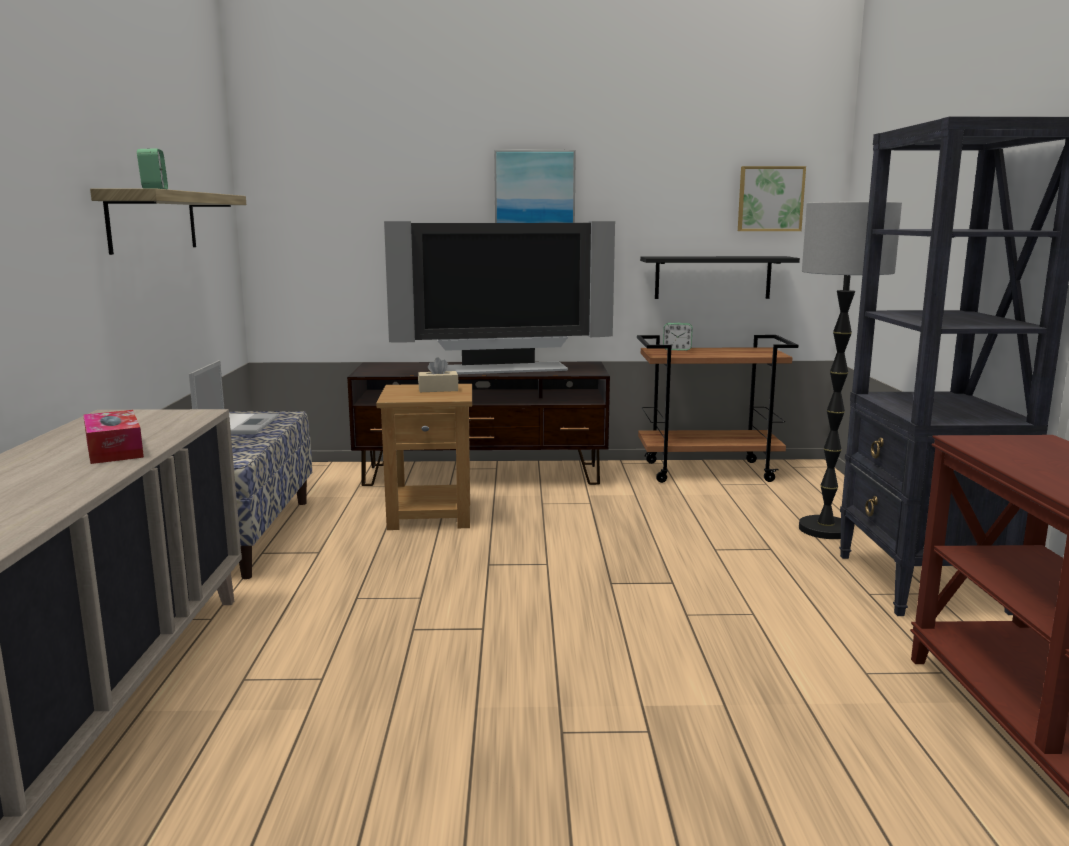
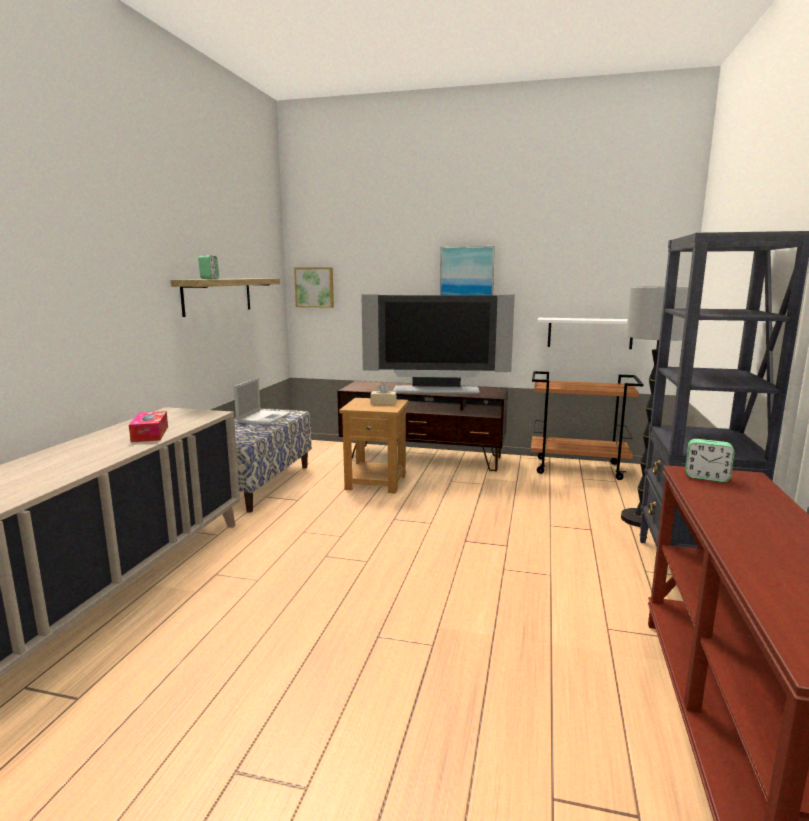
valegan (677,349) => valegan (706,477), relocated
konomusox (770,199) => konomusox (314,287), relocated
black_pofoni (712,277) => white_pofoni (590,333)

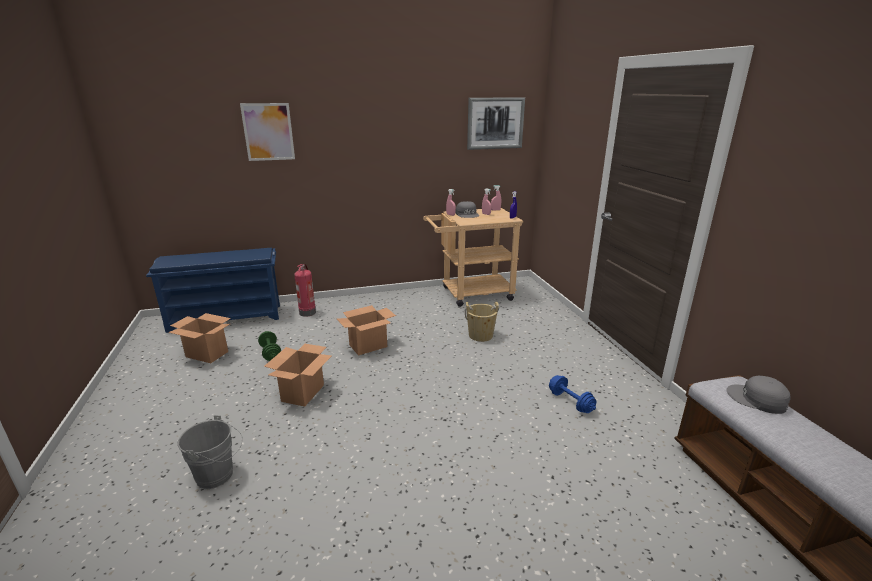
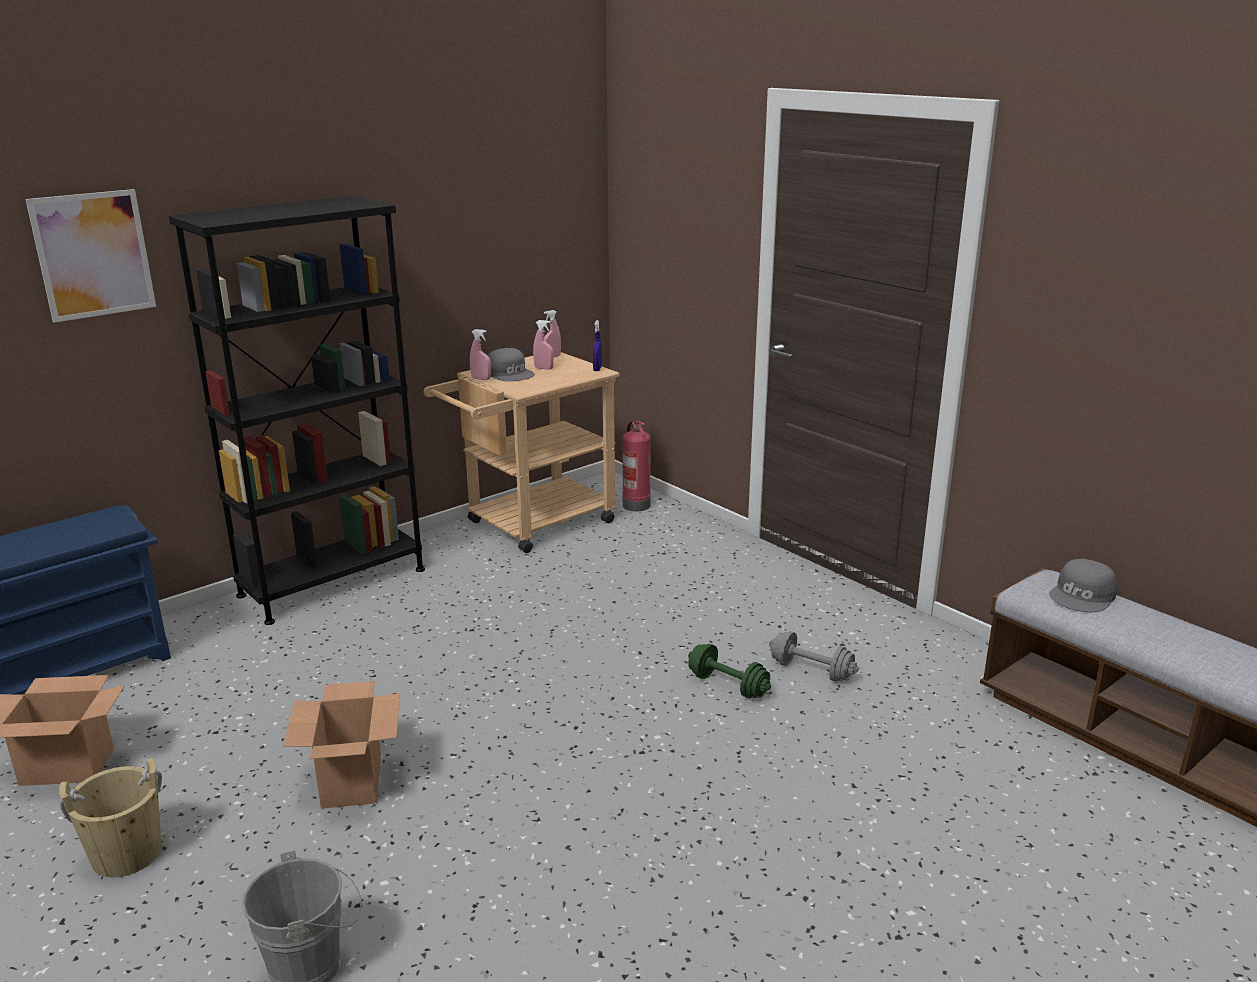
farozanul (368,346) => nothing
konomusox (495,123) => nothing
nothing => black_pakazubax (333,582)
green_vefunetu (270,353) => green_vefunetu (728,685), relocated
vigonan (307,312) => vigonan (635,505), relocated
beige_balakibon (480,335) => beige_balakibon (127,854), relocated
blue_vefunetu (570,402) => grey_vefunetu (811,671)
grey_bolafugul (757,399) => grey_bolafugul (1083,595), 60 degrees counterclockwise

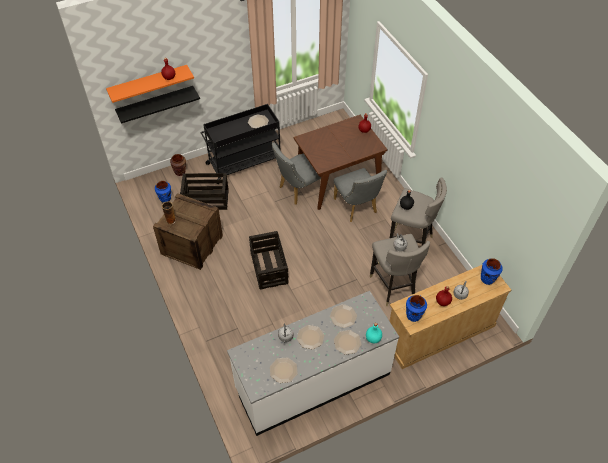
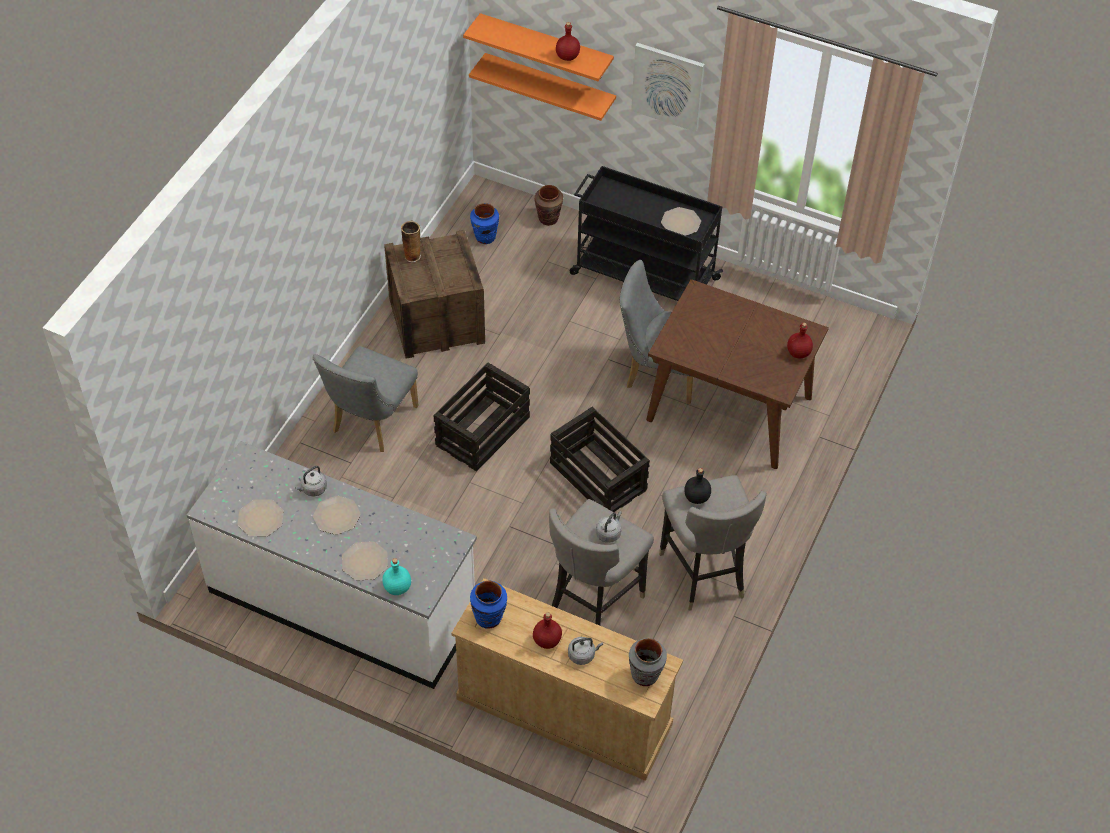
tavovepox (343,316) => nothing
nothing => konomusox (668,86)
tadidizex (206,200) => tadidizex (599,477), relocated
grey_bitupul (357,208) => grey_bitupul (371,423), relocated
black_pofoni (156,104) => orange_pofoni (549,86)
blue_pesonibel (487,279) => grey_pesonibel (645,675)

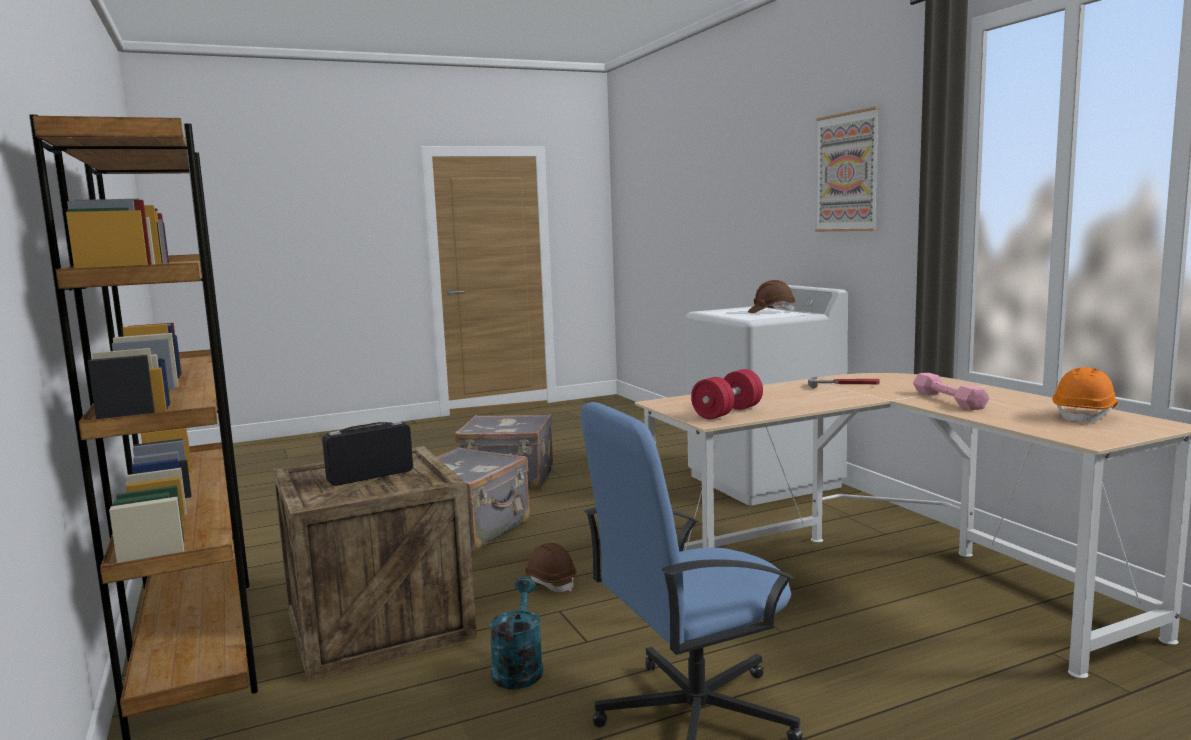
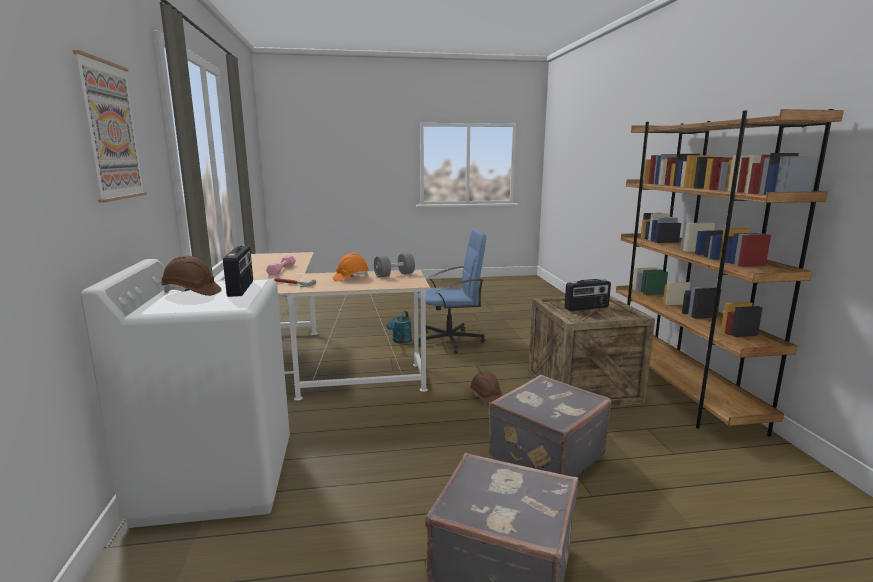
nothing => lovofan (241,288)
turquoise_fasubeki (518,667) => turquoise_fasubeki (400,341), relocated
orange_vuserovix (1084,416) => orange_vuserovix (351,278), relocated
red_vefunetu (727,412) => grey_vefunetu (394,275)

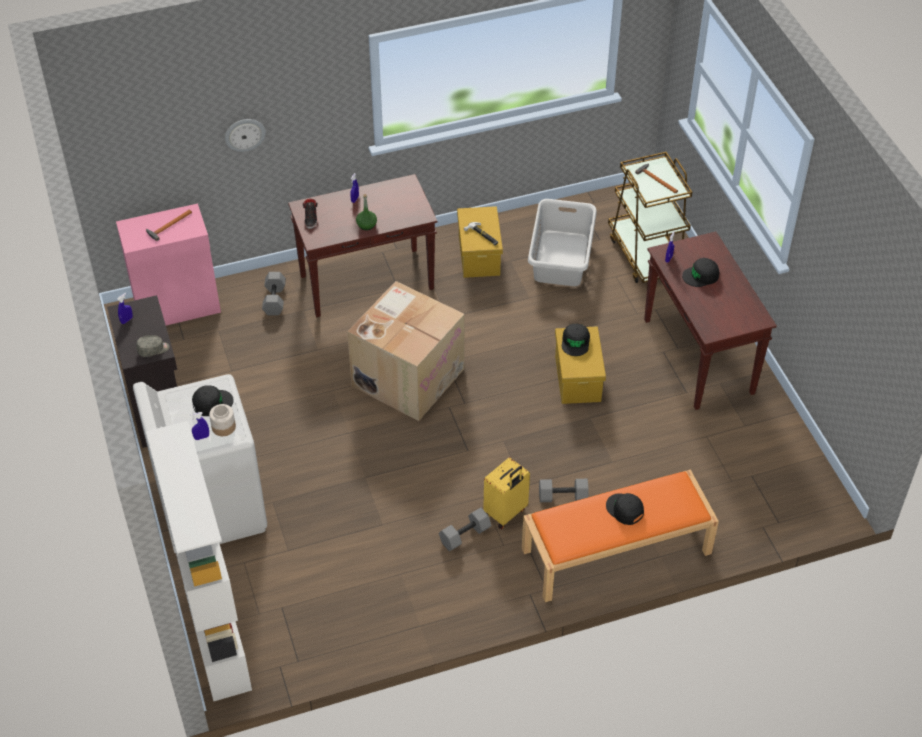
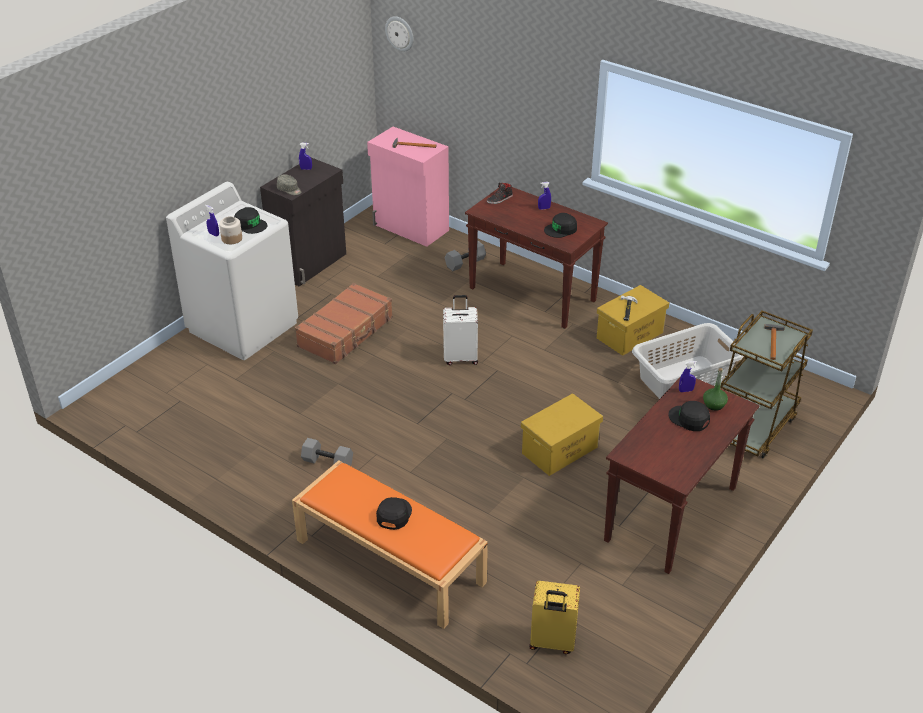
white_pakazubax (216,637) => nothing
grey_vefunetu (562,497) => nothing
nothing => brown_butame (346,332)
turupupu (244,134) => turupupu (400,33), relocated
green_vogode (366,225) => green_vogode (714,404), relocated
yellow_butame (506,513) => yellow_butame (552,642), relocated
black_bolafugul (575,342) => black_bolafugul (561,229), relocated
farozanul (407,376) => white_butame (461,357)

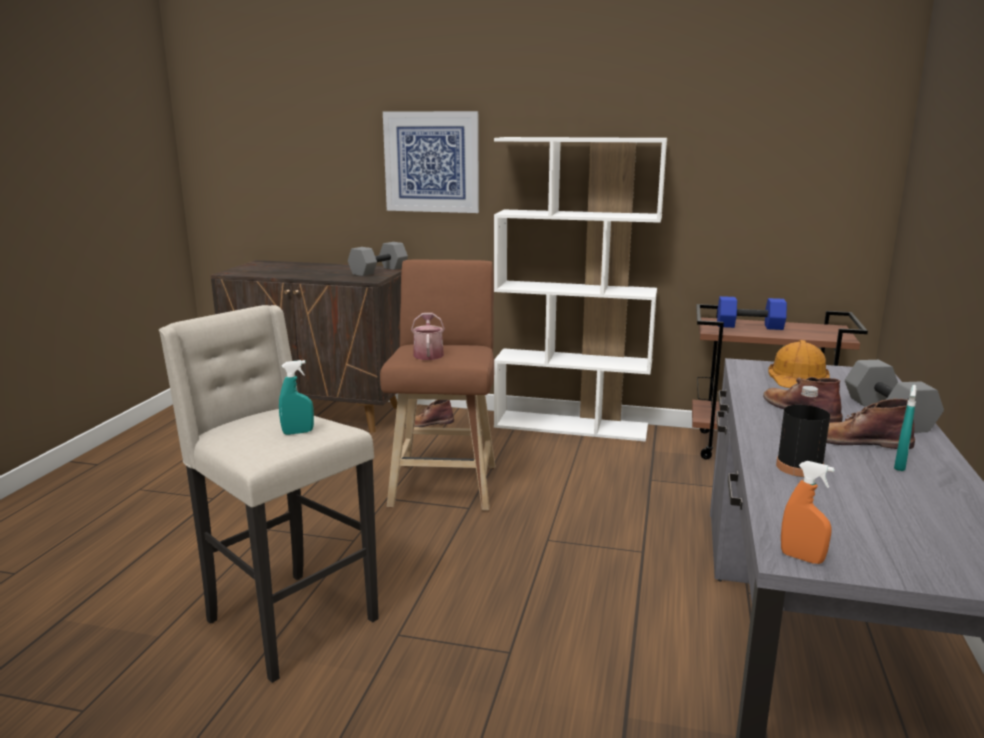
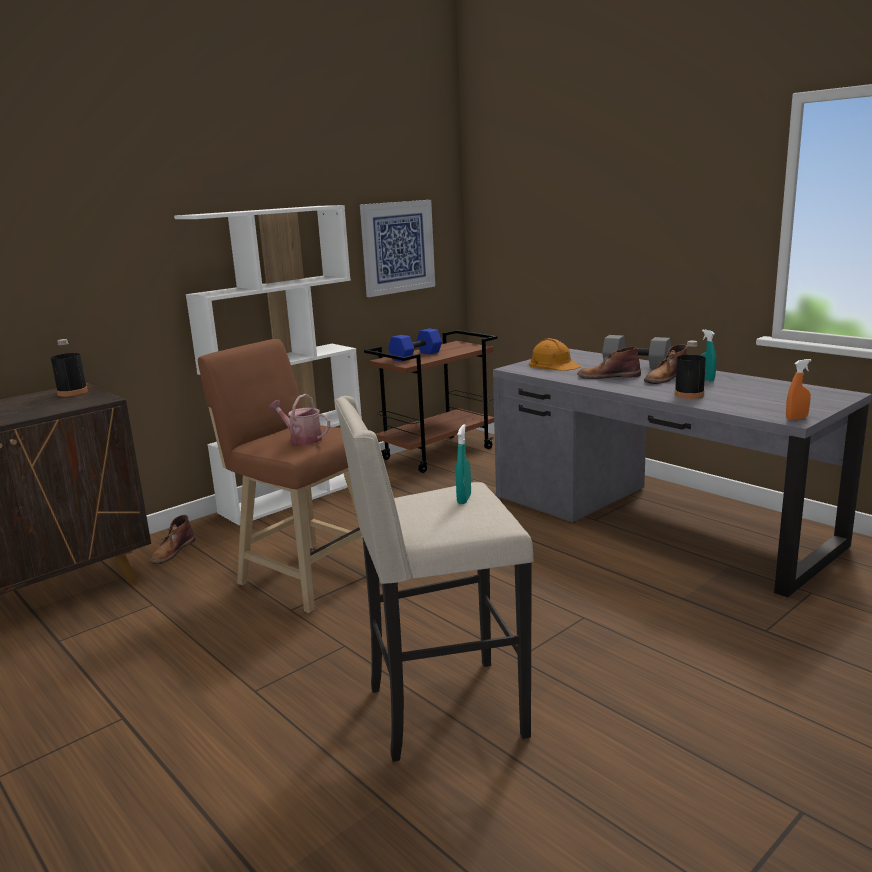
konomusox (431,162) => konomusox (398,247), relocated
grey_vefunetu (378,271) => black_vogode (72,392)

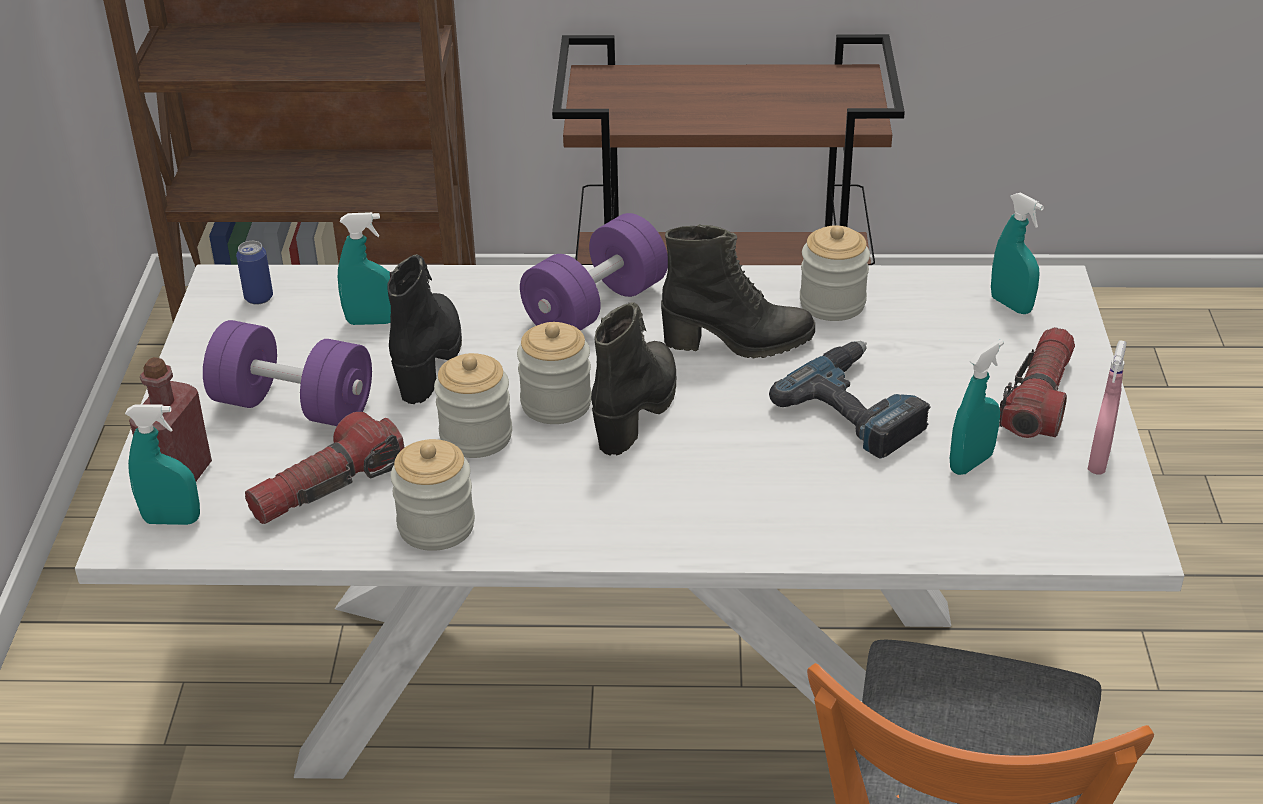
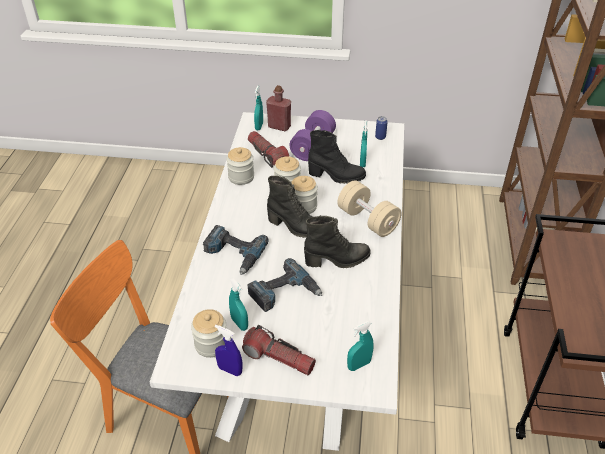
nothing => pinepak (233,254)
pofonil (832,303) => pofonil (211,344), relocated
purple_vefunetu (595,307) => beige_vefunetu (367,220)
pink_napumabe (1098,460) => blue_napumabe (230,370)
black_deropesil (738,343) => black_deropesil (337,260), 105 degrees counterclockwise

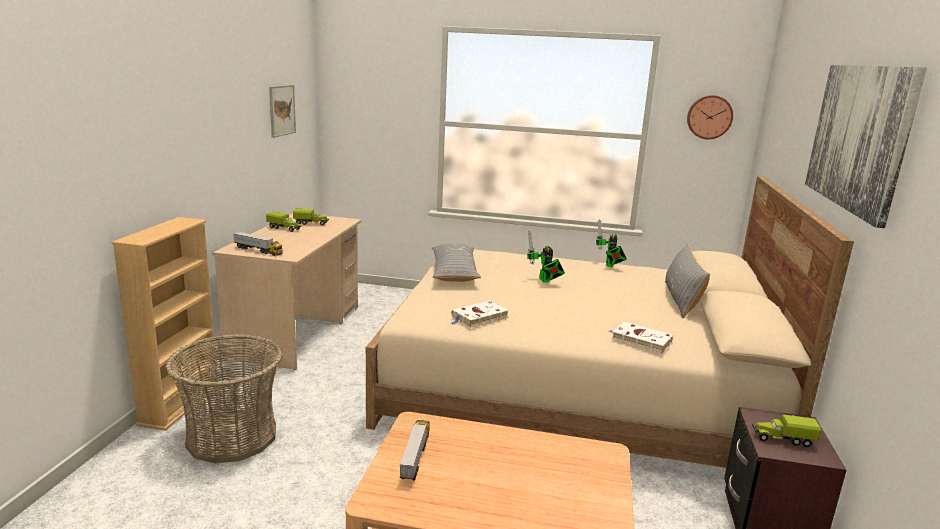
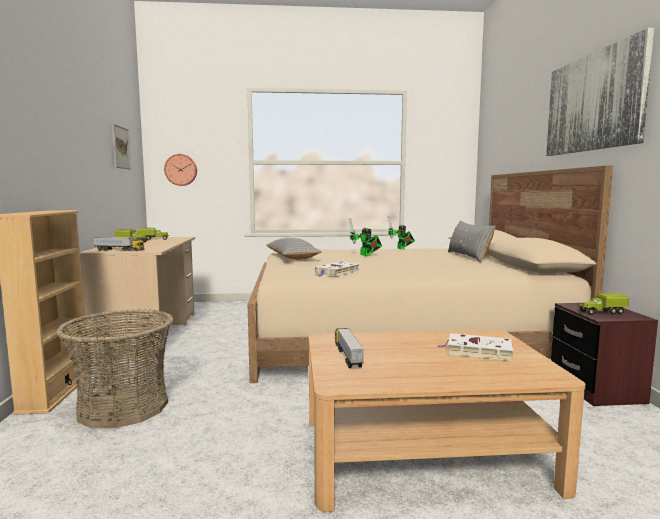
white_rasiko (639,340) => white_rasiko (477,351), relocated
turupupu (709,117) => turupupu (181,170), relocated

